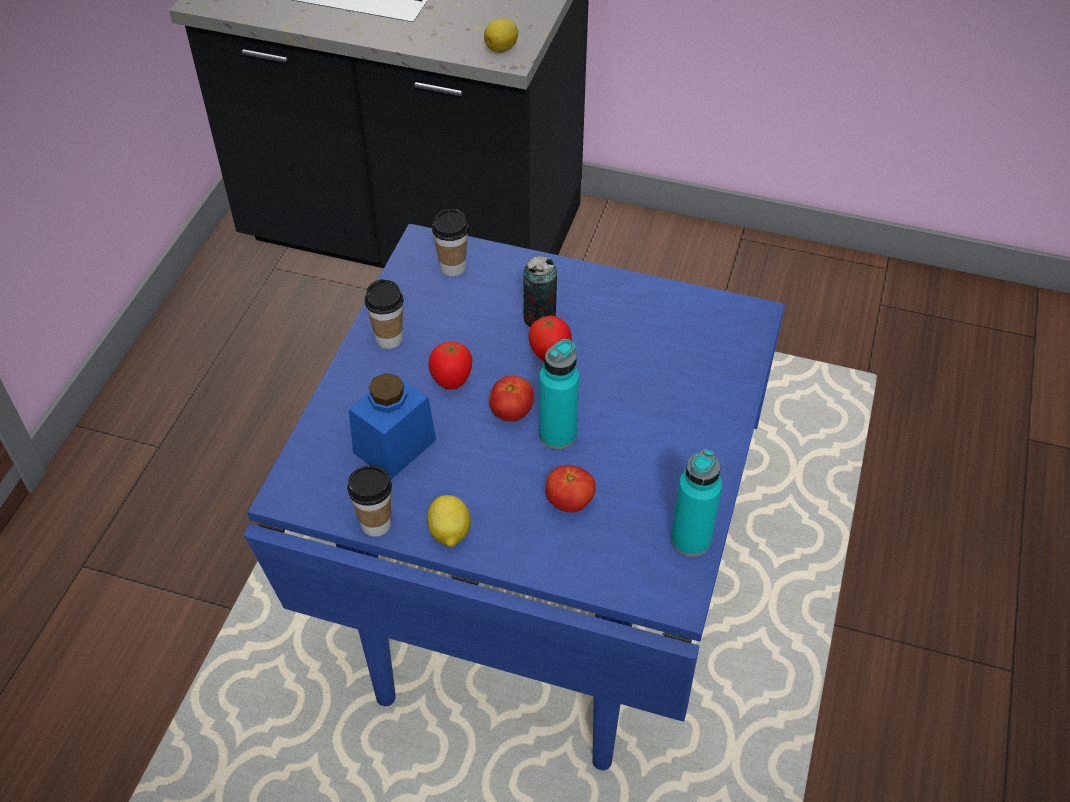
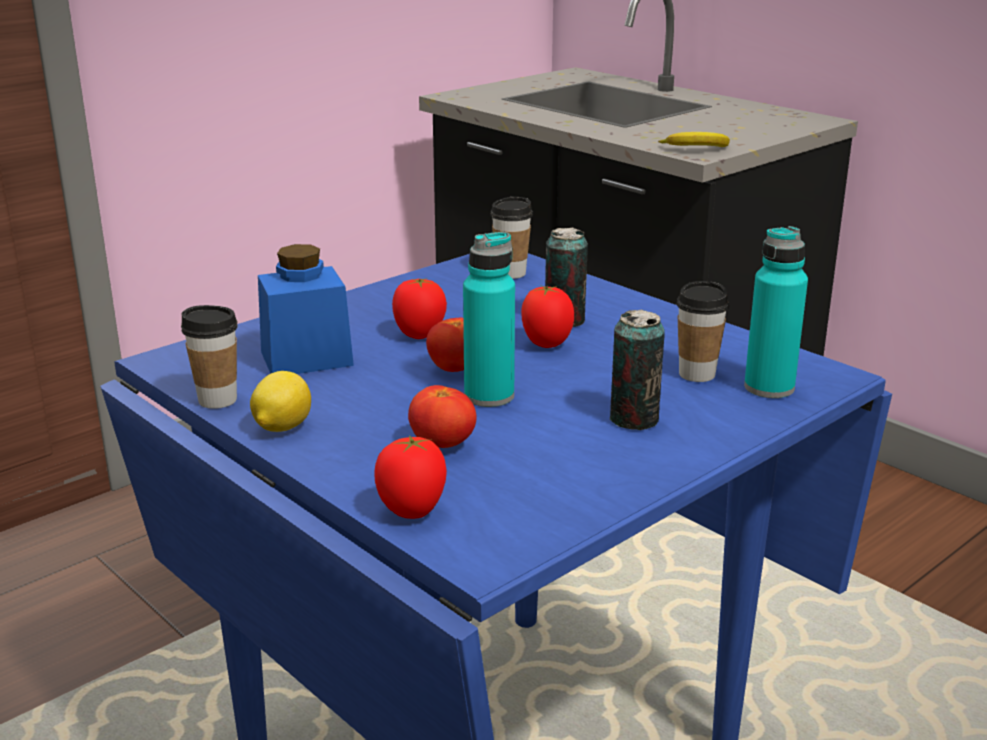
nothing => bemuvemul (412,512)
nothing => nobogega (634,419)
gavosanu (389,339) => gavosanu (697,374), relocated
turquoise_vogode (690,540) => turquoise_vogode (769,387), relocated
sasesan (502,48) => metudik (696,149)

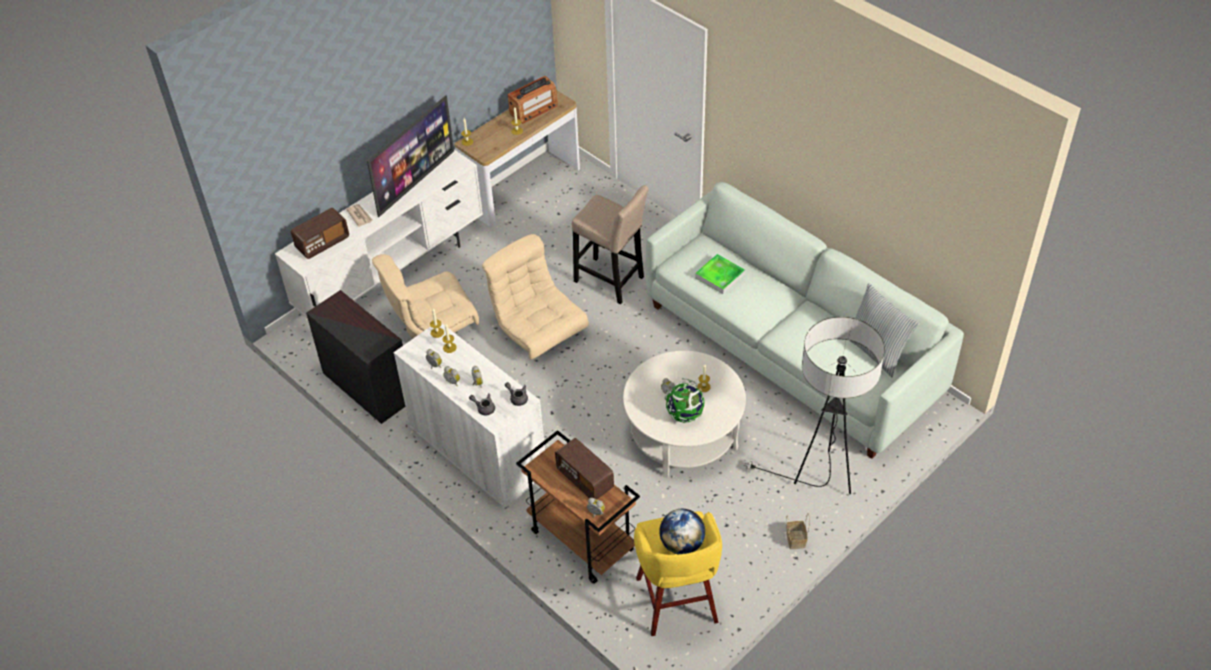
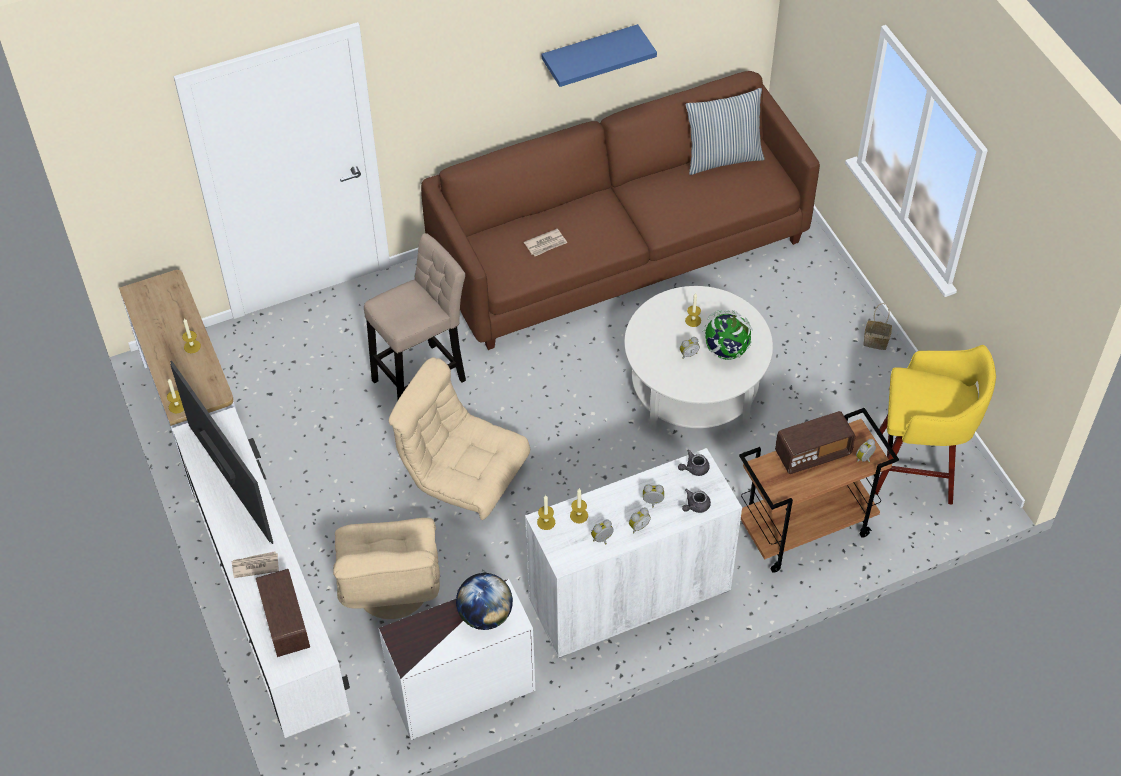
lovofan (533,109) => nothing
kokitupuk (820,478) => nothing
nothing => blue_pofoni (589,53)
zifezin (682,544) => zifezin (485,615), relocated
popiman (720,276) => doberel (546,244)
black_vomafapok (368,385) => white_vomafapok (461,690)
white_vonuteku (792,349) => brown_vonuteku (619,250)
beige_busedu (538,330) => beige_busedu (463,475), 45 degrees clockwise

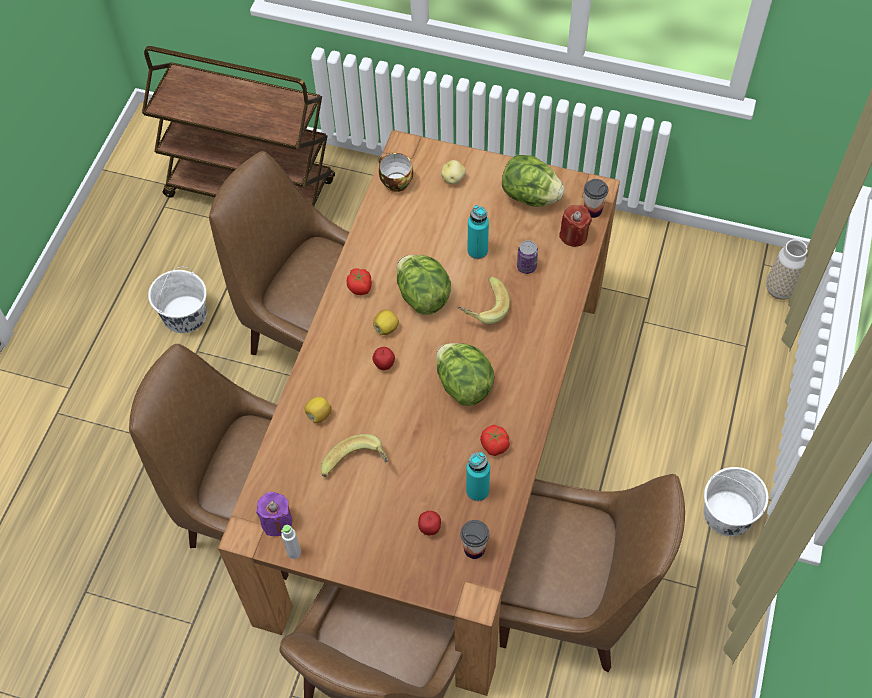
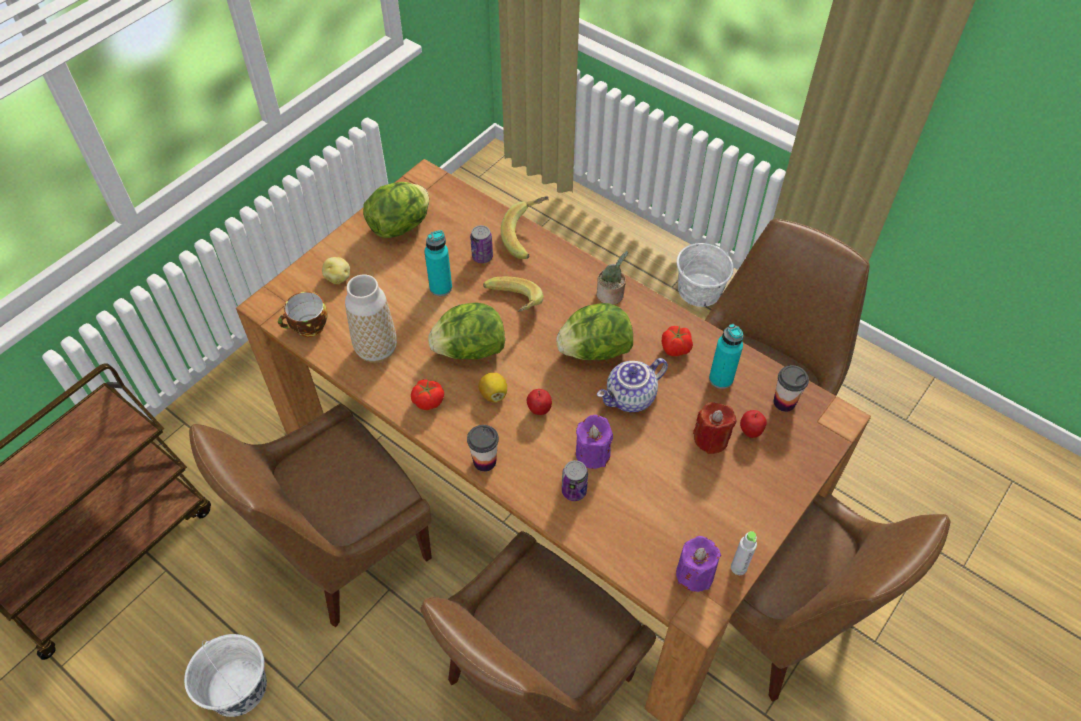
nothing => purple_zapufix (592,453)
nothing => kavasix (611,296)
nothing => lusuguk (630,398)
metudik (357,467) => metudik (528,237), relocated
red_zapufix (573,235) => red_zapufix (711,439), relocated
gavosanu (592,210) => gavosanu (484,461), relocated
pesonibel (780,290) => pesonibel (376,349), relocated
sasesan (319,415) => nobogega (574,491)

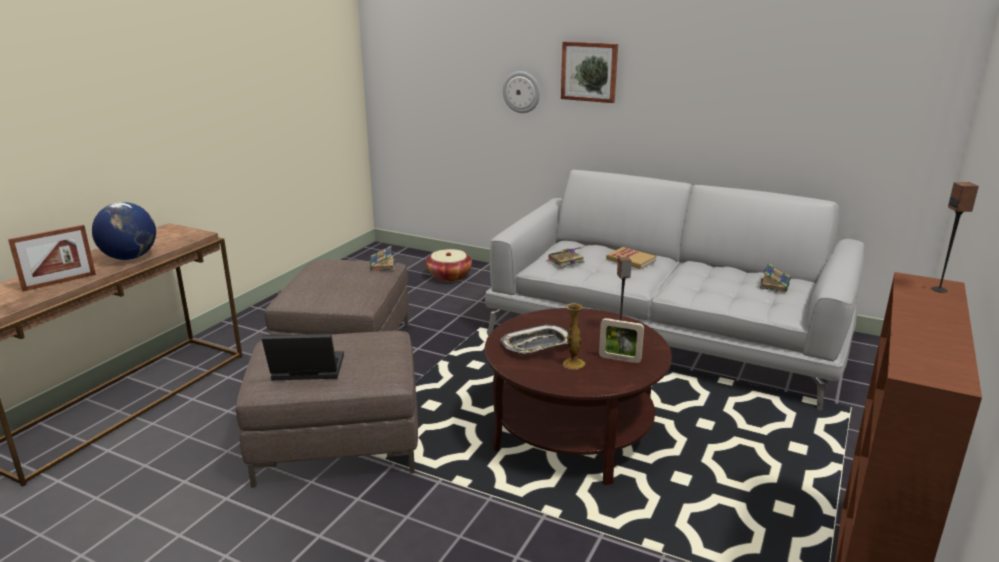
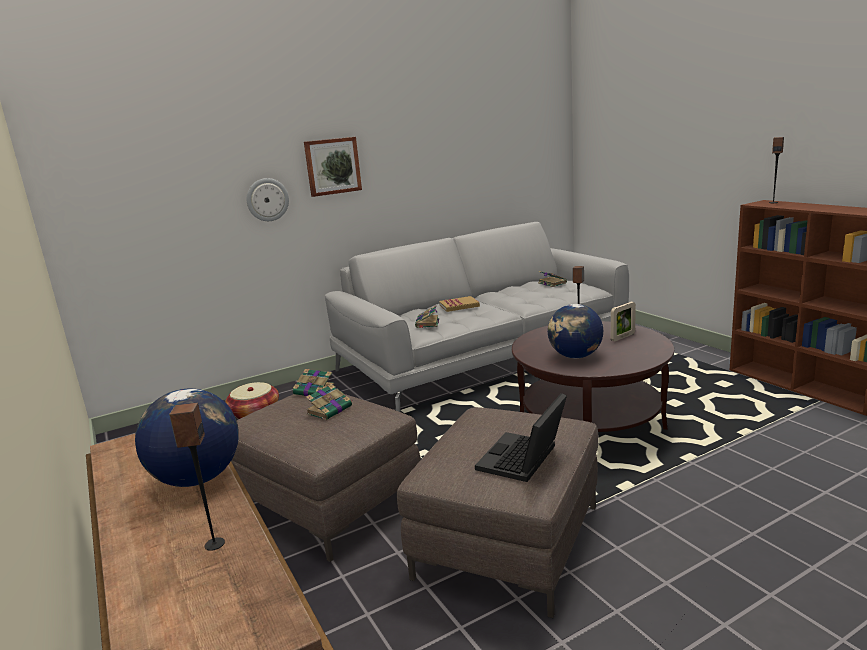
pesonibel (574,364) => nothing
nothing => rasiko (330,410)
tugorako (59,282) => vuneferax (214,544)
popiman (536,345) => zifezin (575,356)

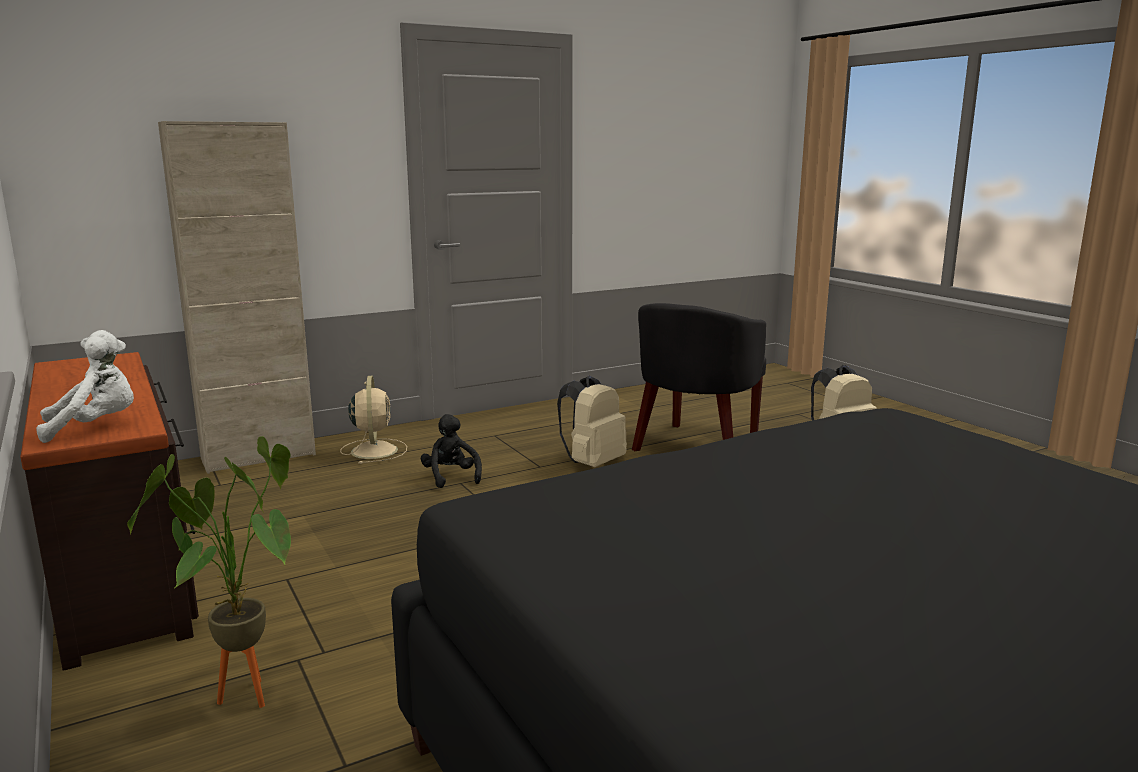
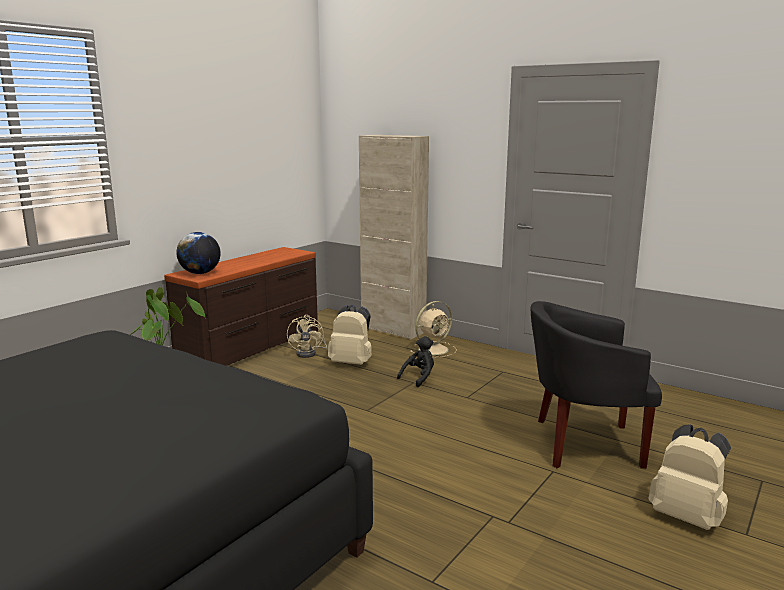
nothing => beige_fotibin (309,353)
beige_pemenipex (592,463) => beige_pemenipex (352,363), relocated
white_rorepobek (95,427) => zifezin (200,273)

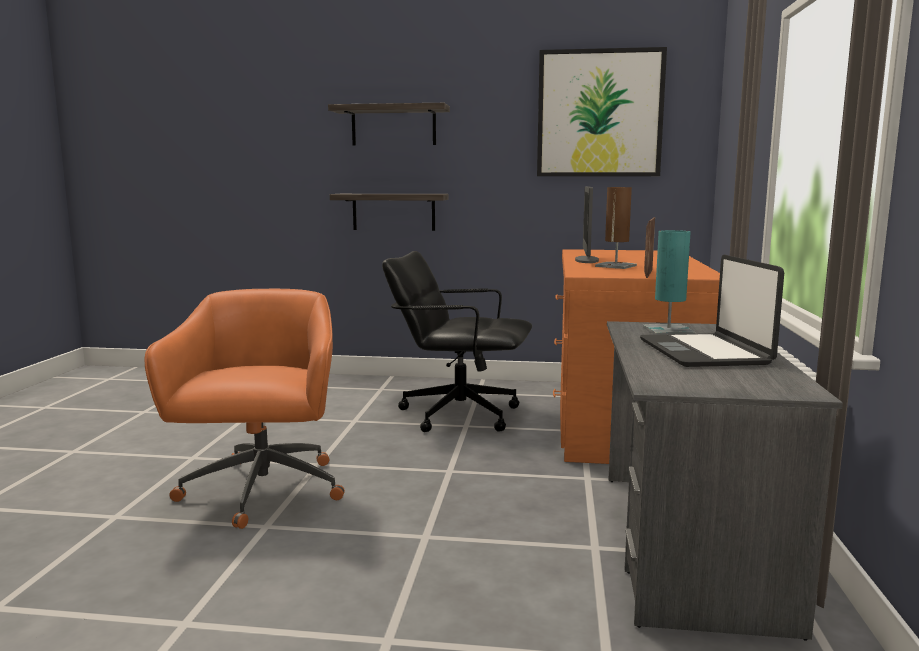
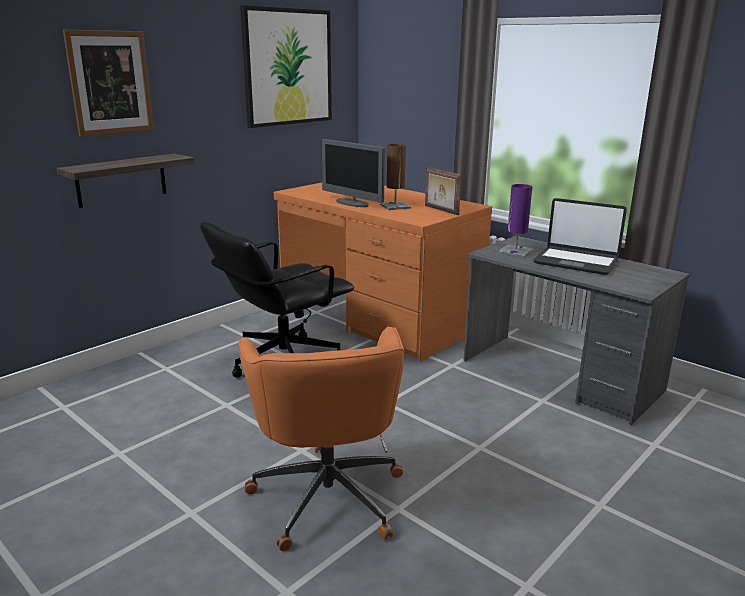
pofoni (393,126) => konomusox (110,83)
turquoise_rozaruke (668,331) => purple_rozaruke (515,251)
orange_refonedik (262,492) => orange_refonedik (327,493), 135 degrees counterclockwise

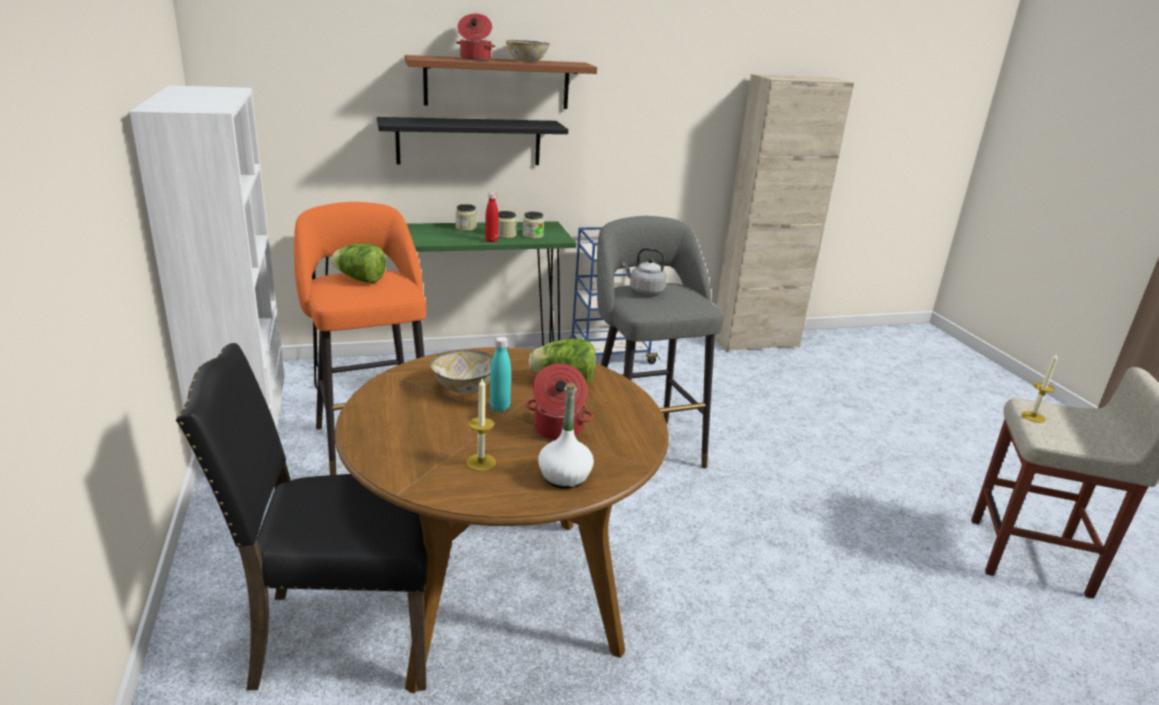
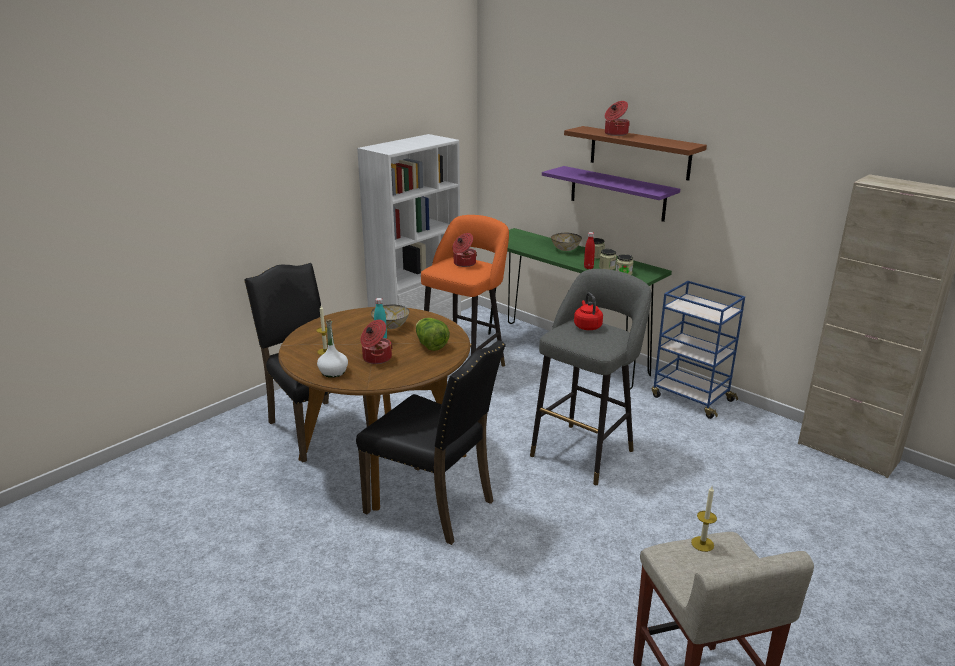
nothing => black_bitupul (433,506)
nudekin (527,61) => nudekin (566,249), relocated
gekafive (360,279) => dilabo (464,263)
black_pofoni (469,141) => purple_pofoni (617,193)
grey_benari (644,291) => red_benari (587,326)

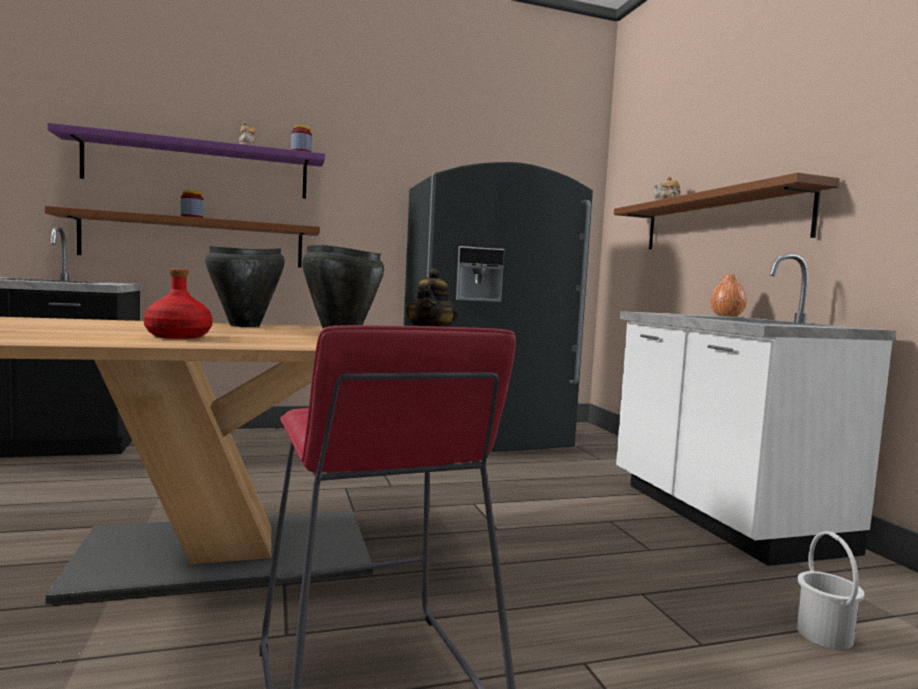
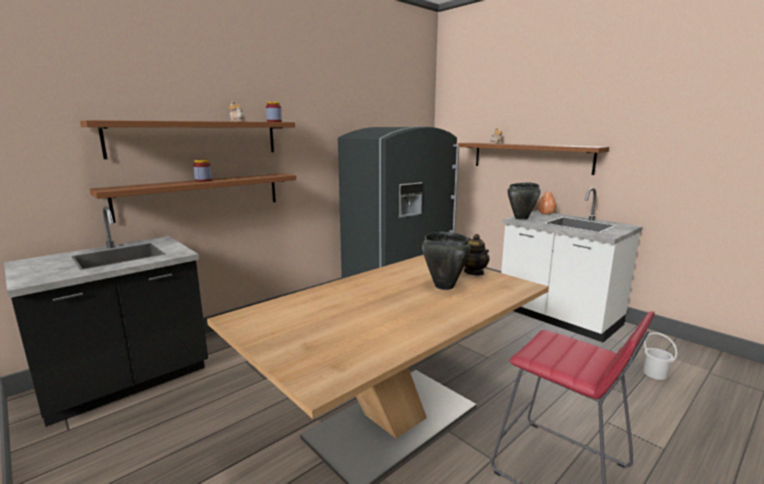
red_vogode (178,336) => nothing
black_dilabo (245,325) => black_dilabo (521,218), relocated
purple_pofoni (199,168) => brown_pofoni (197,138)

